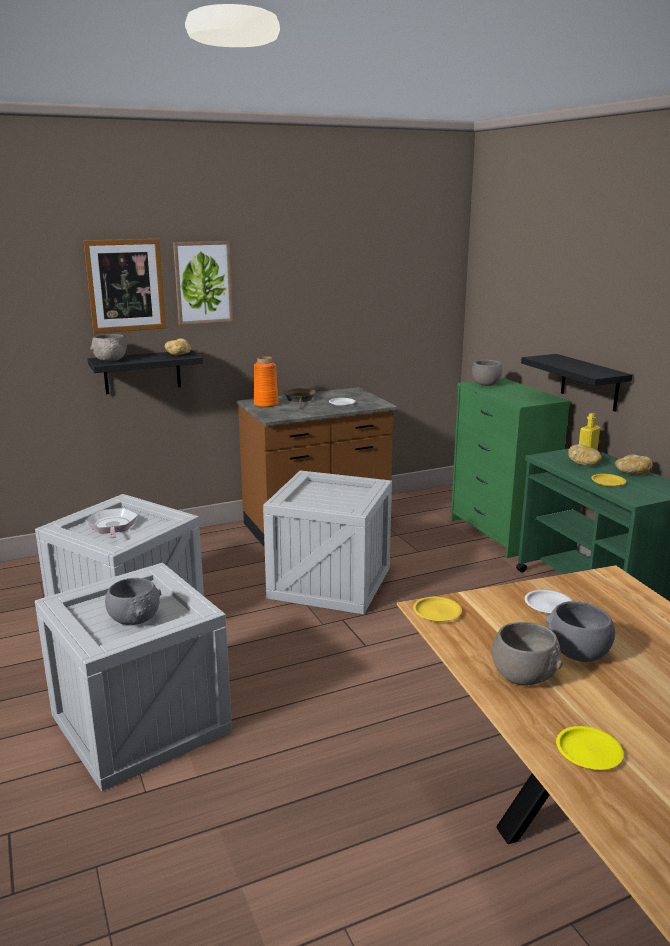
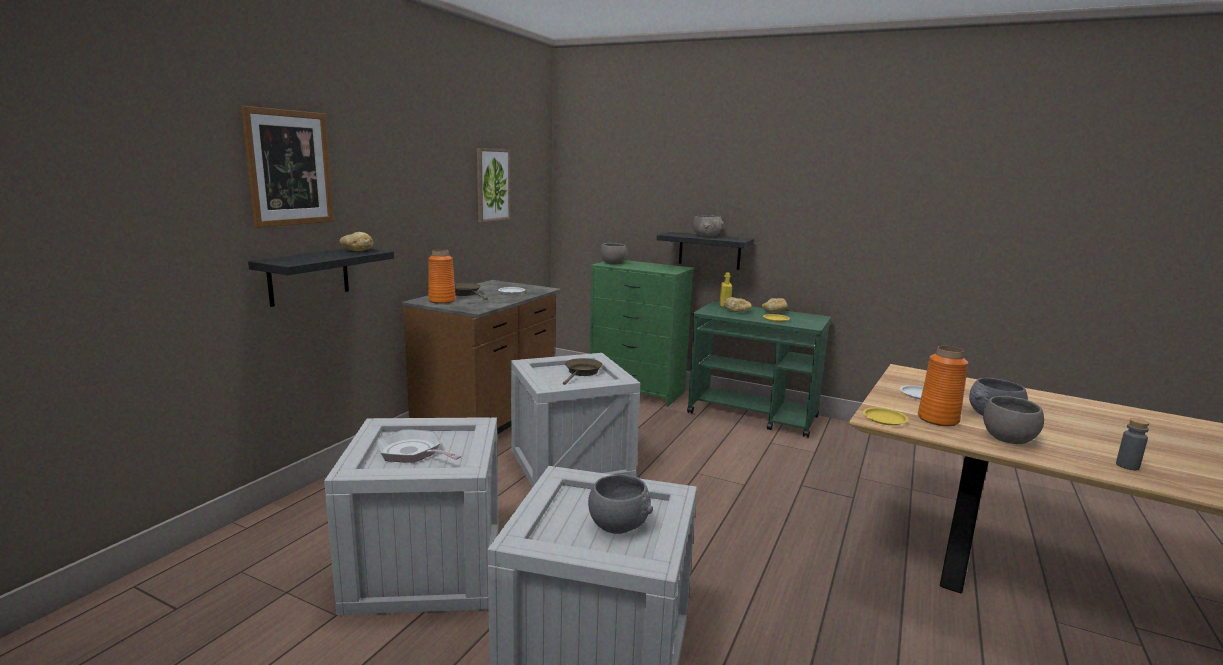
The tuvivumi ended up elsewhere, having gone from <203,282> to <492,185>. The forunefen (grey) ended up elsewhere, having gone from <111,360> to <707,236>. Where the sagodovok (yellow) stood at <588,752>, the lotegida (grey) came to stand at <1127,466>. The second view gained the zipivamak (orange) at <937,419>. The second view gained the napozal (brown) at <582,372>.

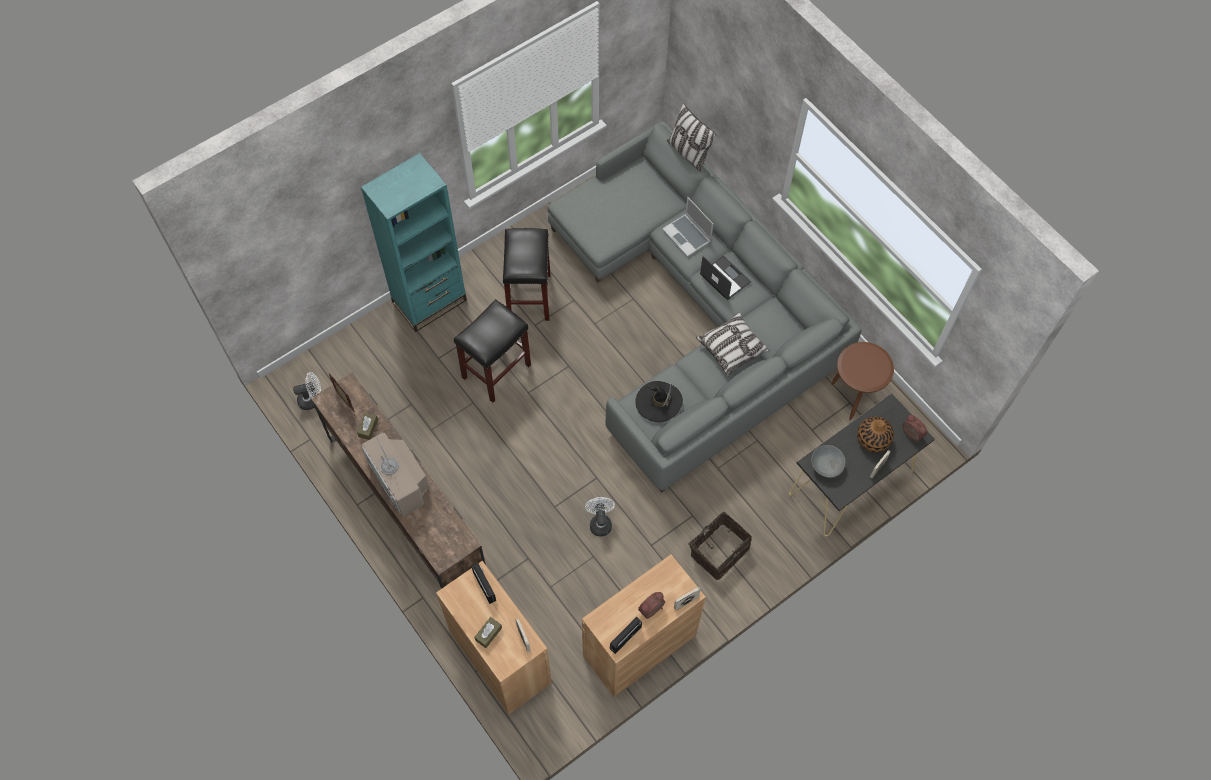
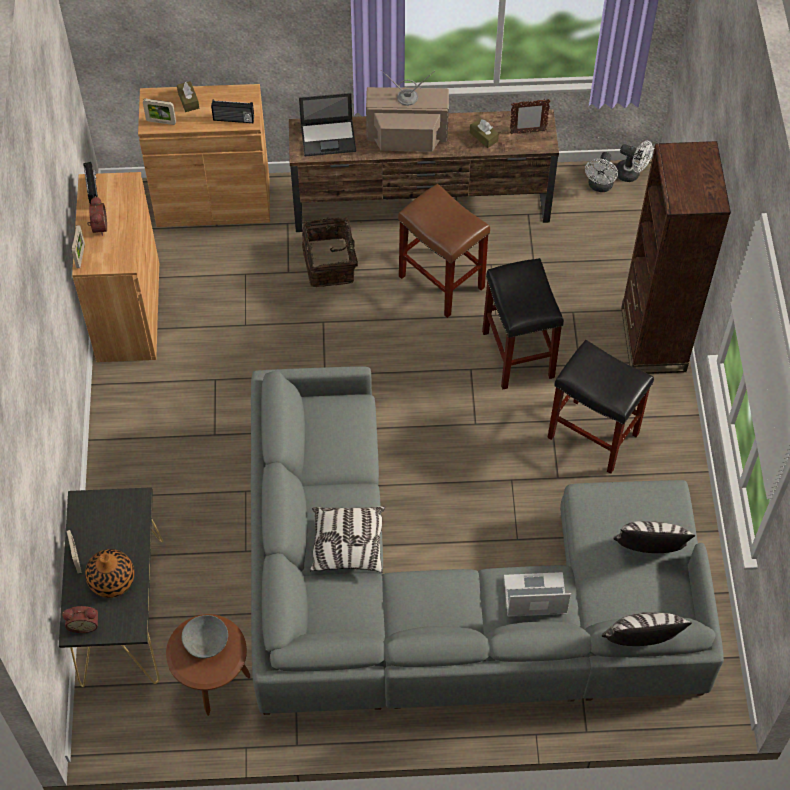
What was the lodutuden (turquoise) at <429,301> turned into the lodutuden (brown) at <653,339>. The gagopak ended up elsewhere, having gone from <724,278> to <329,138>. The second view lost the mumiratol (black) at <658,402>. The forunefen (grey) ended up elsewhere, having gone from <826,465> to <207,642>. The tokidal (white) ended up elsewhere, having gone from <600,522> to <631,174>. The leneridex ended up elsewhere, having gone from <718,550> to <330,263>. The second view gained the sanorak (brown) at <442,282>. The second view gained the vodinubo at <649,550>.

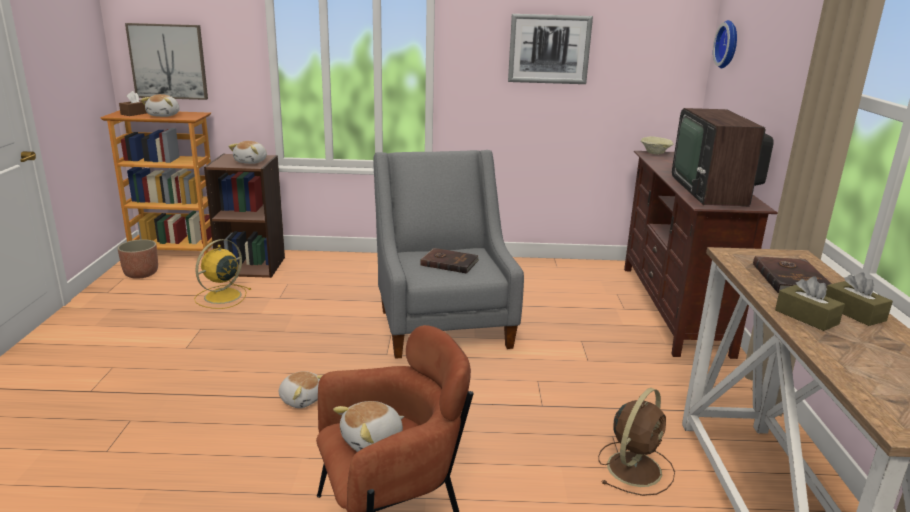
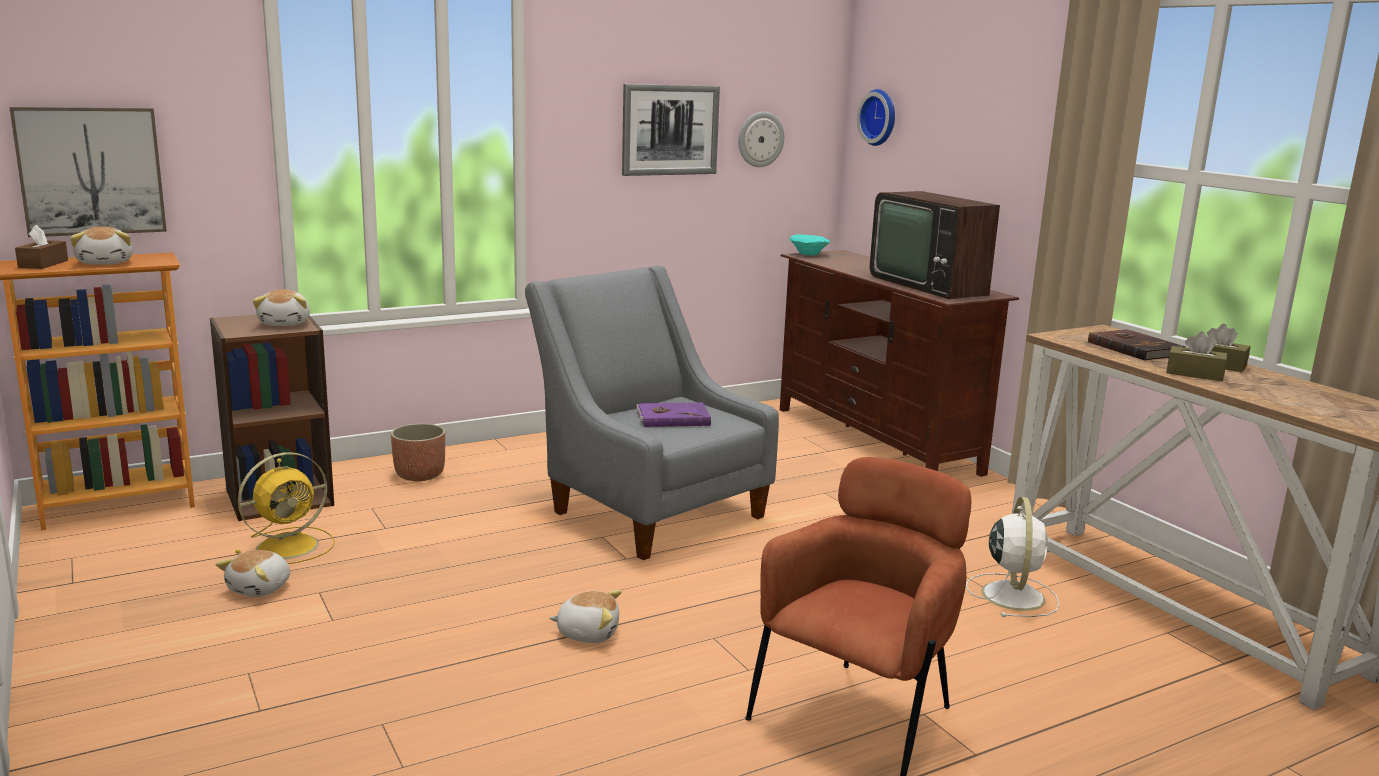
What was the forunefen (beige) at <655,153> turned into the forunefen (turquoise) at <809,254>. The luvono ended up elsewhere, having gone from <141,274> to <419,475>. The tokidal (yellow) at <221,297> ended up facing another way, 135 degrees counterclockwise from before. What was the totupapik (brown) at <449,262> turned into the totupapik (purple) at <672,418>. What was the tokidal (brown) at <635,467> turned into the tokidal (white) at <1012,594>. The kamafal ended up elsewhere, having gone from <373,441> to <260,588>. The second view gained the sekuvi at <760,139>.

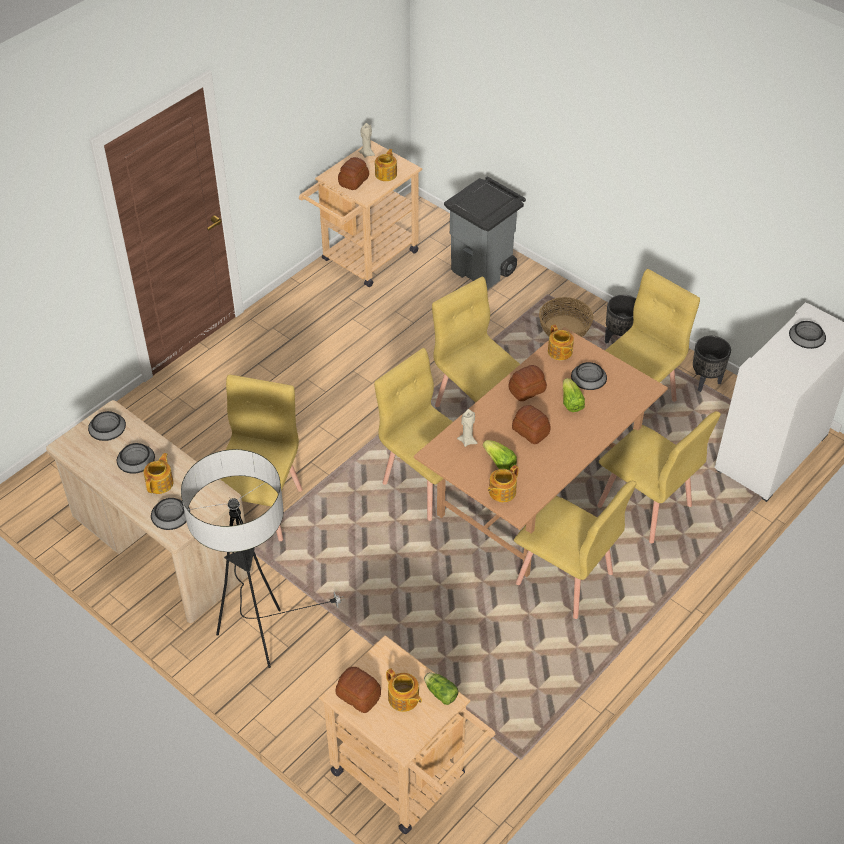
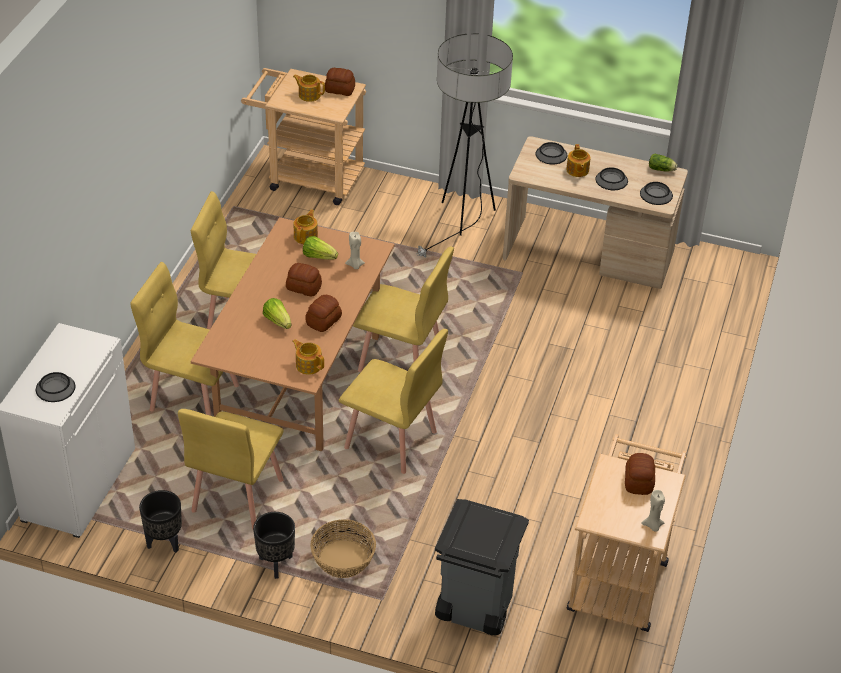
The second view lost the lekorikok at <386,174>. The second view lost the forunefen at <588,377>. The second view lost the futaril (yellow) at <261,508>. The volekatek ended up elsewhere, having gone from <439,692> to <662,169>.

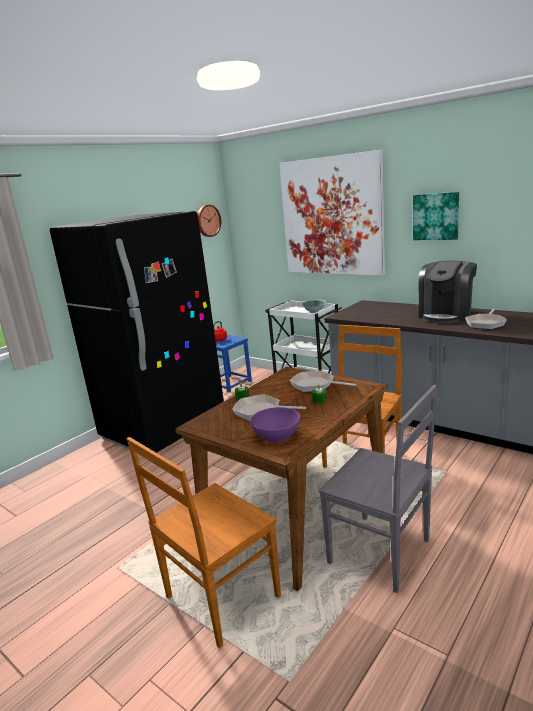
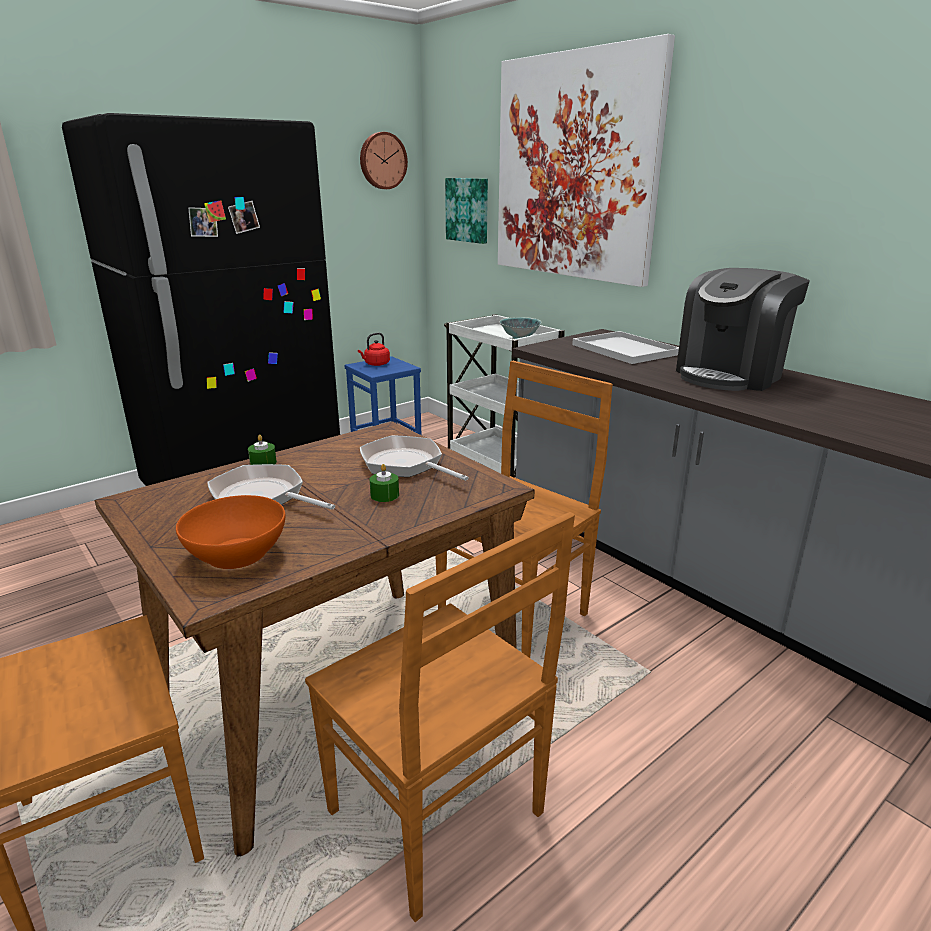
The tuvivumi ended up elsewhere, having gone from <436,216> to <468,210>. The second view lost the napozal at <486,323>. What was the futaril (grey) at <382,553> turned into the futaril (brown) at <439,817>. What was the forunefen (purple) at <277,435> turned into the forunefen (orange) at <237,553>. The second view gained the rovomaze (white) at <623,349>.

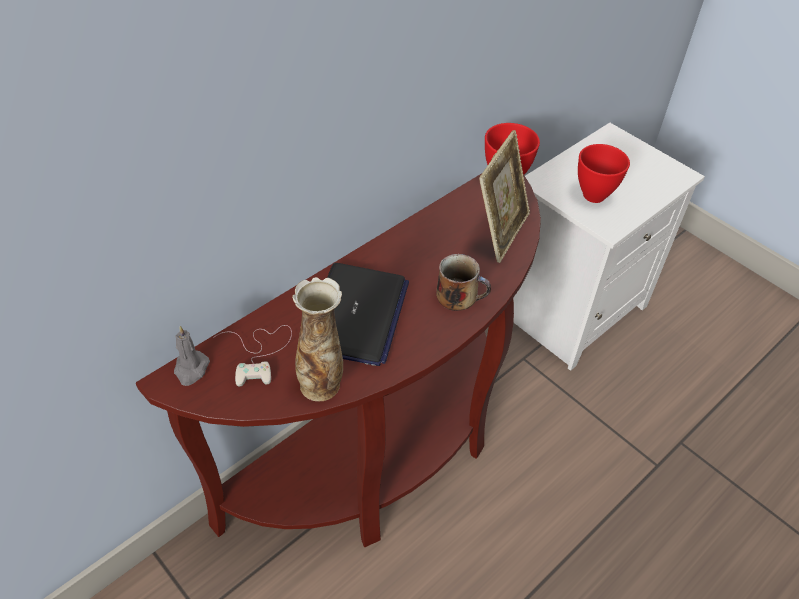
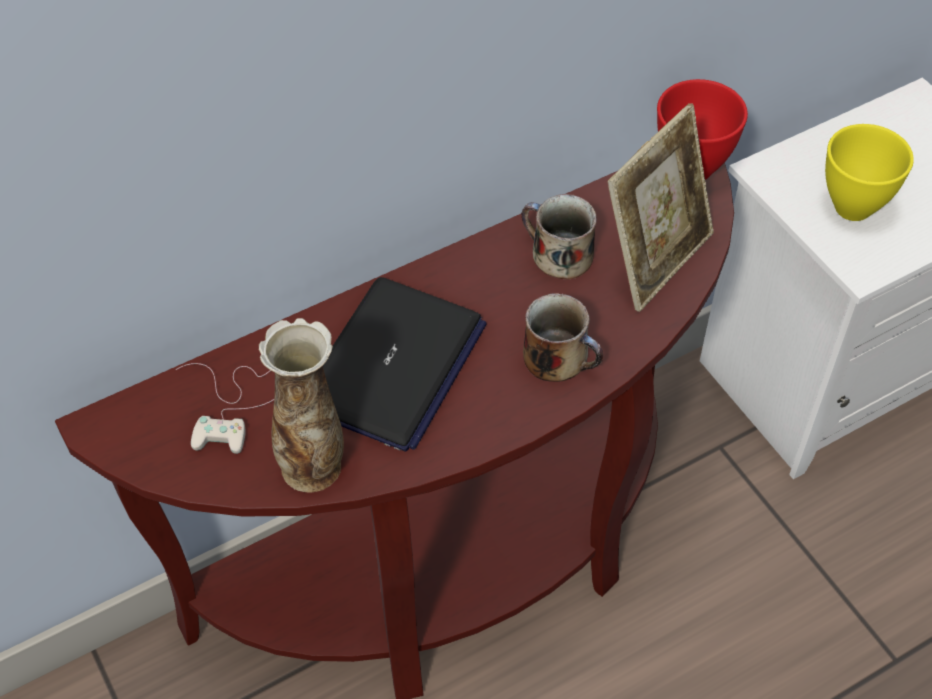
What was the forunefen (red) at <595,195> turned into the forunefen (yellow) at <855,207>. The second view lost the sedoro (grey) at <191,369>. The second view gained the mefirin at <558,254>.

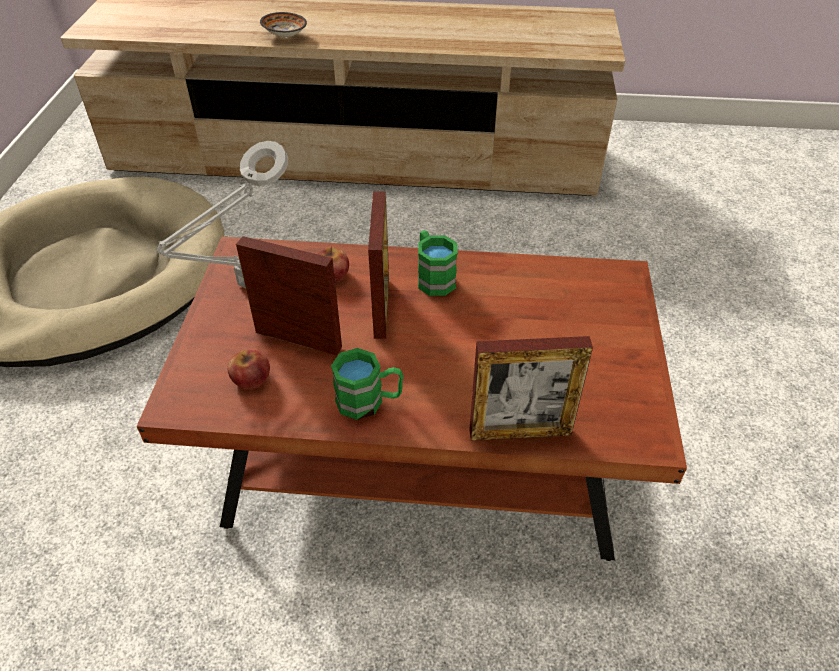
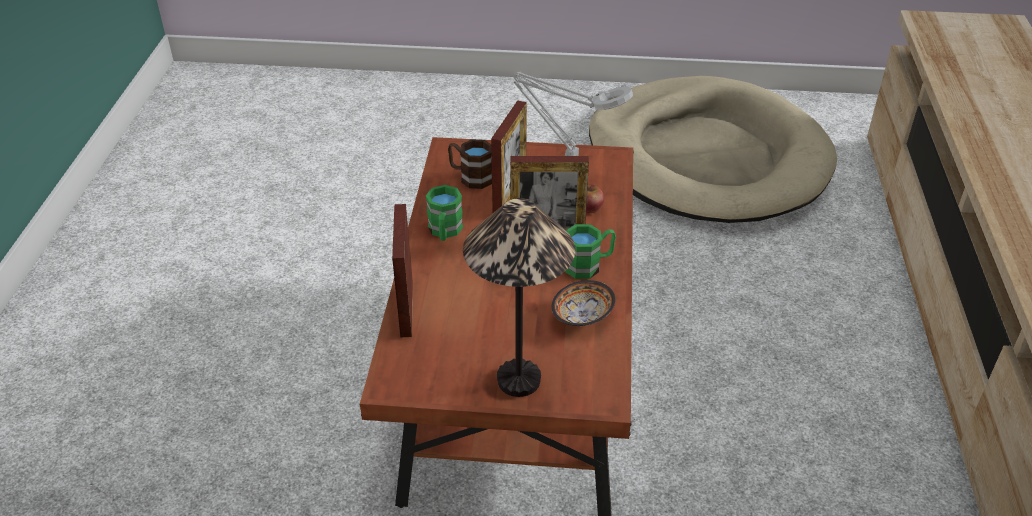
The forunefen ended up elsewhere, having gone from <285,35> to <584,316>. Where the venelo stood at <251,378>, the mefirin (brown) came to stand at <470,177>. The second view gained the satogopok at <518,379>.

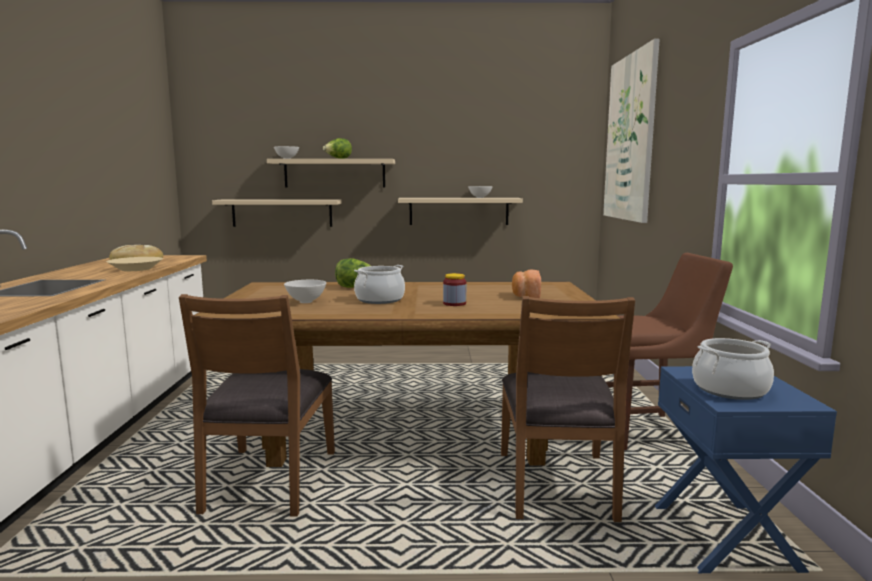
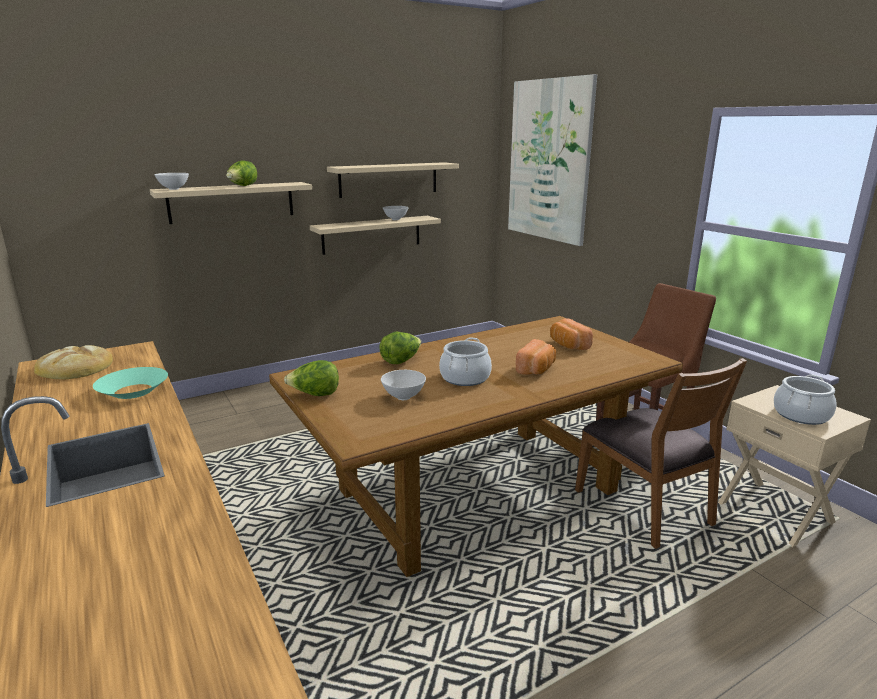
The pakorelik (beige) ended up elsewhere, having gone from <282,213> to <389,179>. What was the forunefen (beige) at <135,269> turned into the forunefen (turquoise) at <133,391>. Where the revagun stood at <454,303>, the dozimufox came to stand at <537,369>. The second view lost the futaril (brown) at <268,481>. What was the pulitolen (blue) at <726,537> turned into the pulitolen (beige) at <775,512>. The second view gained the volekatek at <315,395>.

